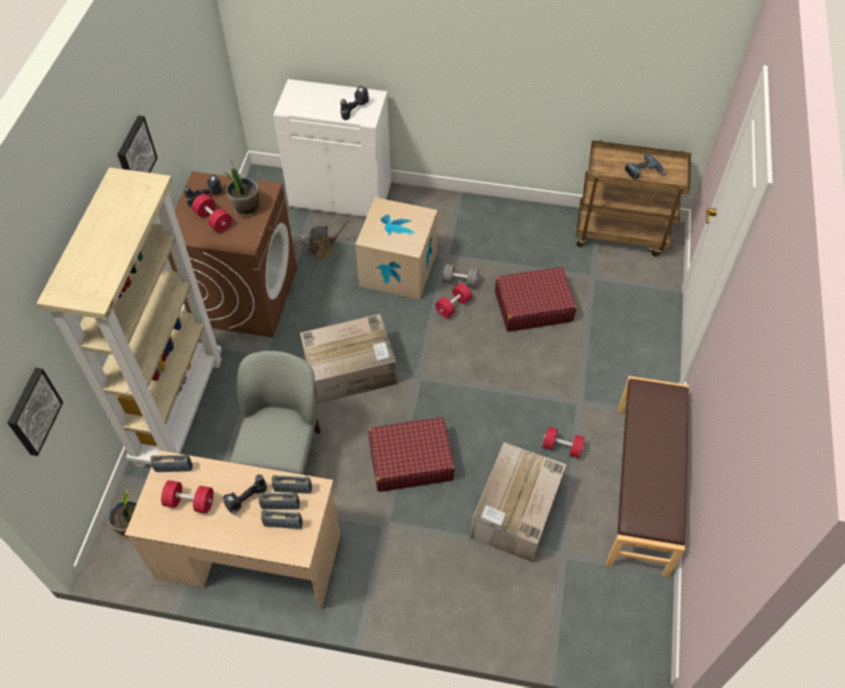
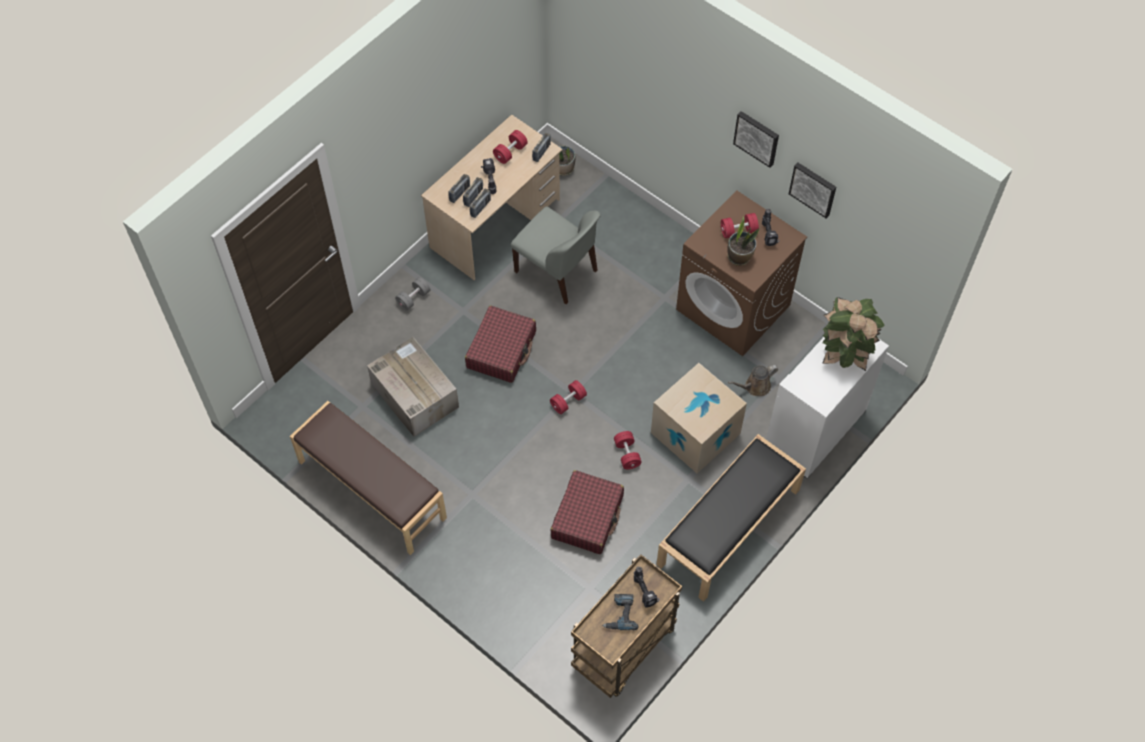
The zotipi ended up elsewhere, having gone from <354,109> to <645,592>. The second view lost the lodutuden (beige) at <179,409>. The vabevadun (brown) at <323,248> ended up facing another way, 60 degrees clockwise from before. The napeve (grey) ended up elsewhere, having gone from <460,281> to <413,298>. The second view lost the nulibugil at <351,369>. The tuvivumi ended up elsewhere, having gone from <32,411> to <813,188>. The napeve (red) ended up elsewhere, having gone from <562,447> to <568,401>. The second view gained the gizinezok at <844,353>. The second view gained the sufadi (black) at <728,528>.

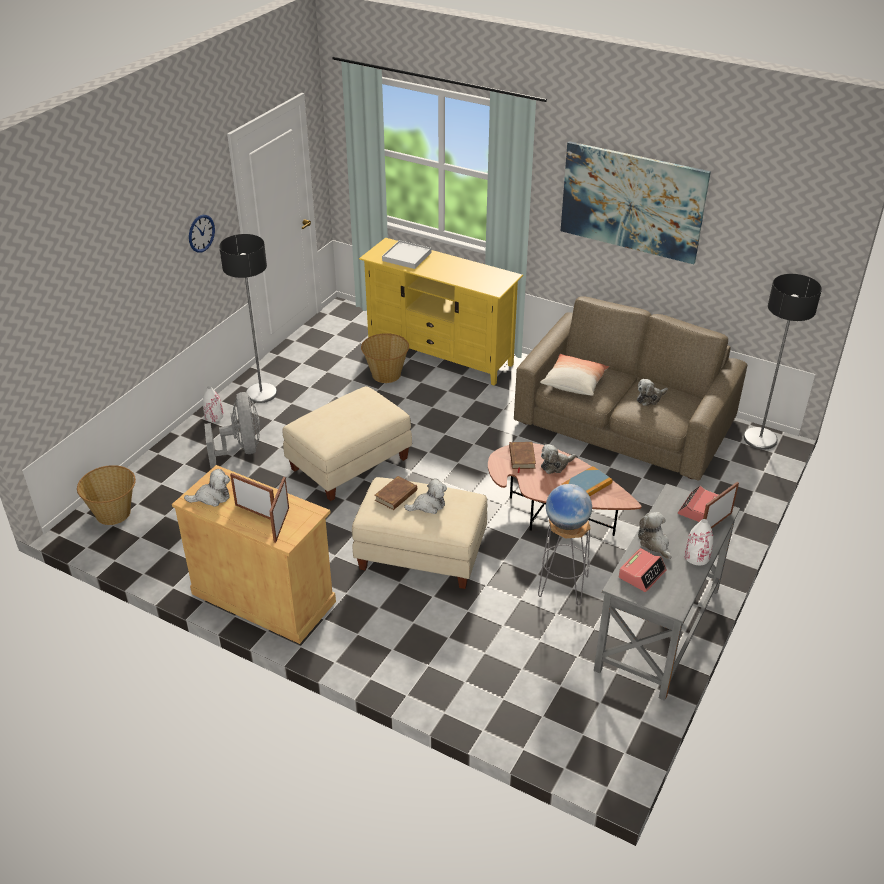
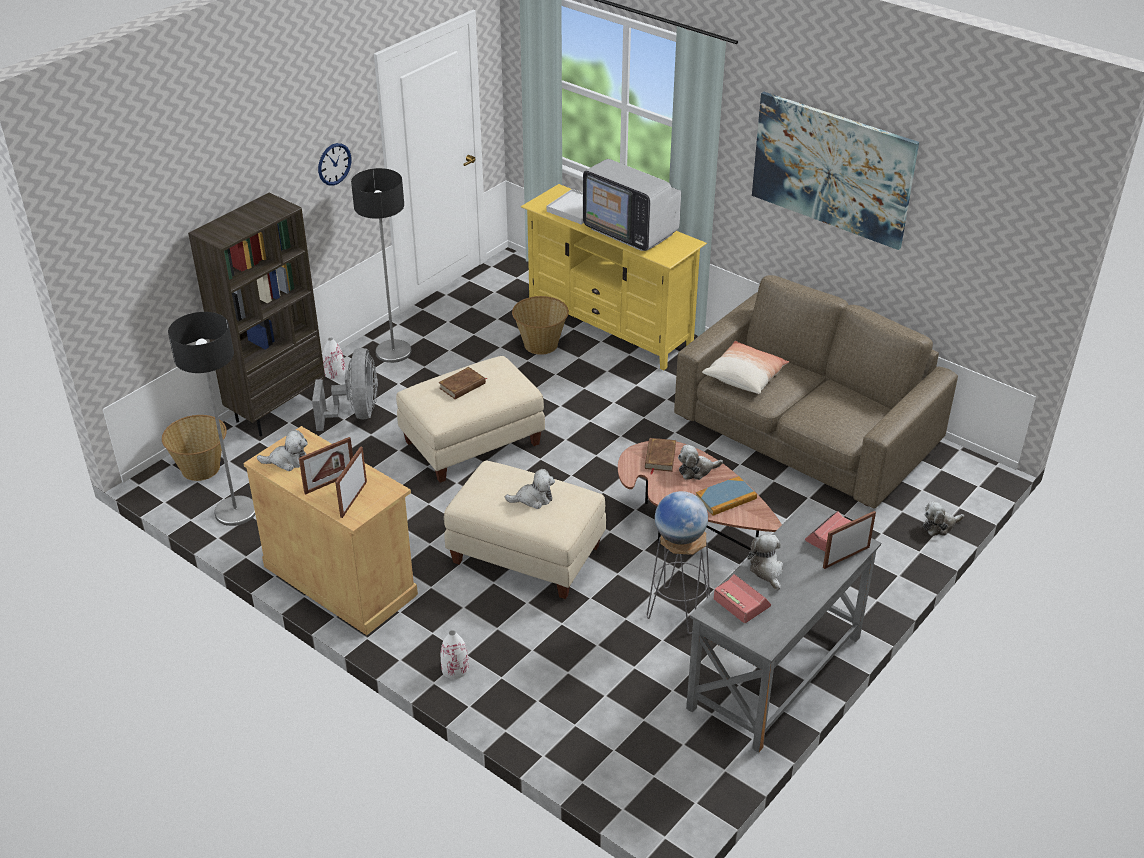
The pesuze ended up elsewhere, having gone from <760,439> to <236,511>. The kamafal ended up elsewhere, having gone from <650,399> to <939,526>. The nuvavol at <256,512> ended up facing another way, 105 degrees clockwise from before. The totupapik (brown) ended up elsewhere, having gone from <396,495> to <462,386>. The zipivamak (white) ended up elsewhere, having gone from <697,556> to <455,668>. The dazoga at <642,574> ended up facing another way, 90 degrees counterclockwise from before. The second view gained the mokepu at <630,231>. The second view gained the lodutuden (brown) at <277,409>.

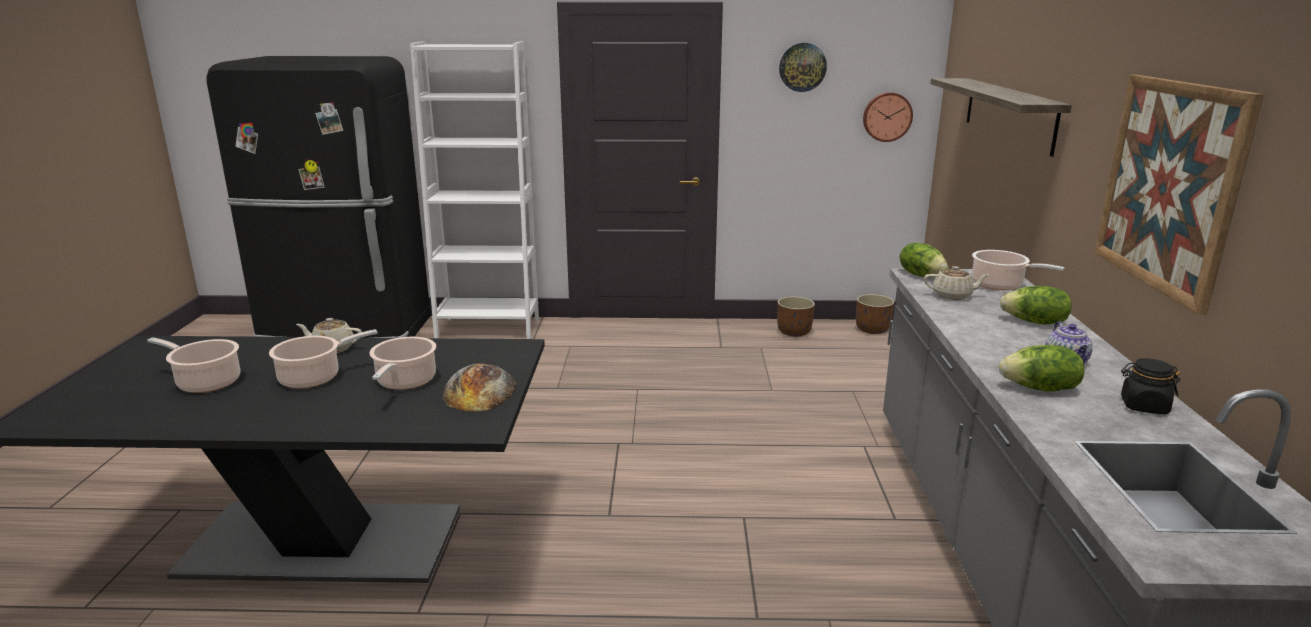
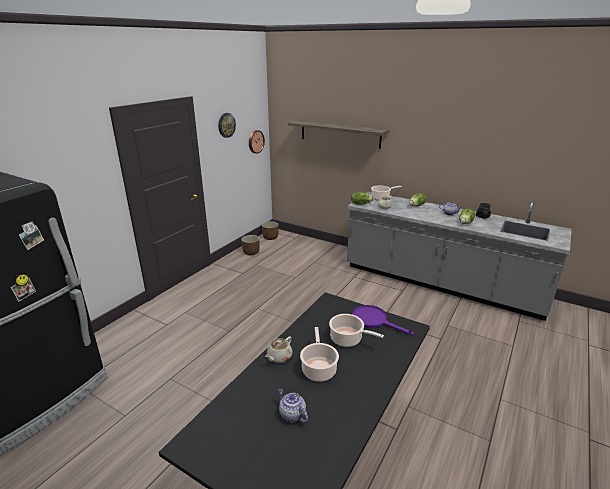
The second view lost the lodutuden (white) at <488,328>. The second view lost the tuvivumi at <1169,186>. Where the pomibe stood at <206,382>, the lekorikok came to stand at <291,414>. Where the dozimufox stood at <480,391>, the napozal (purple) came to stand at <374,320>.

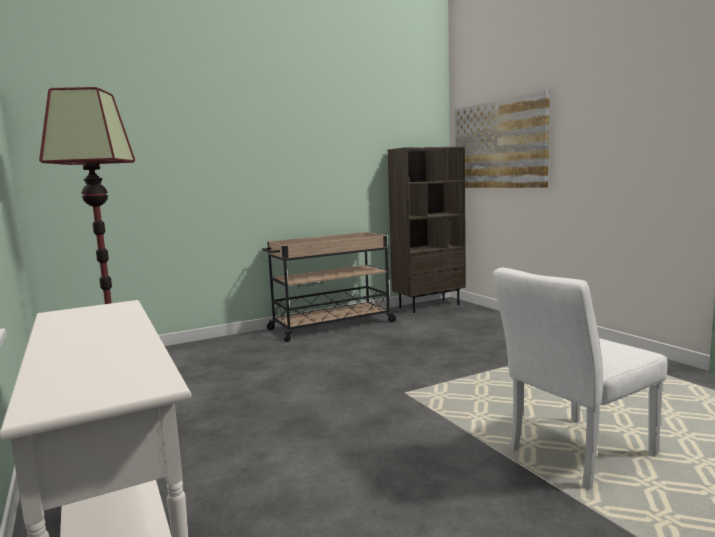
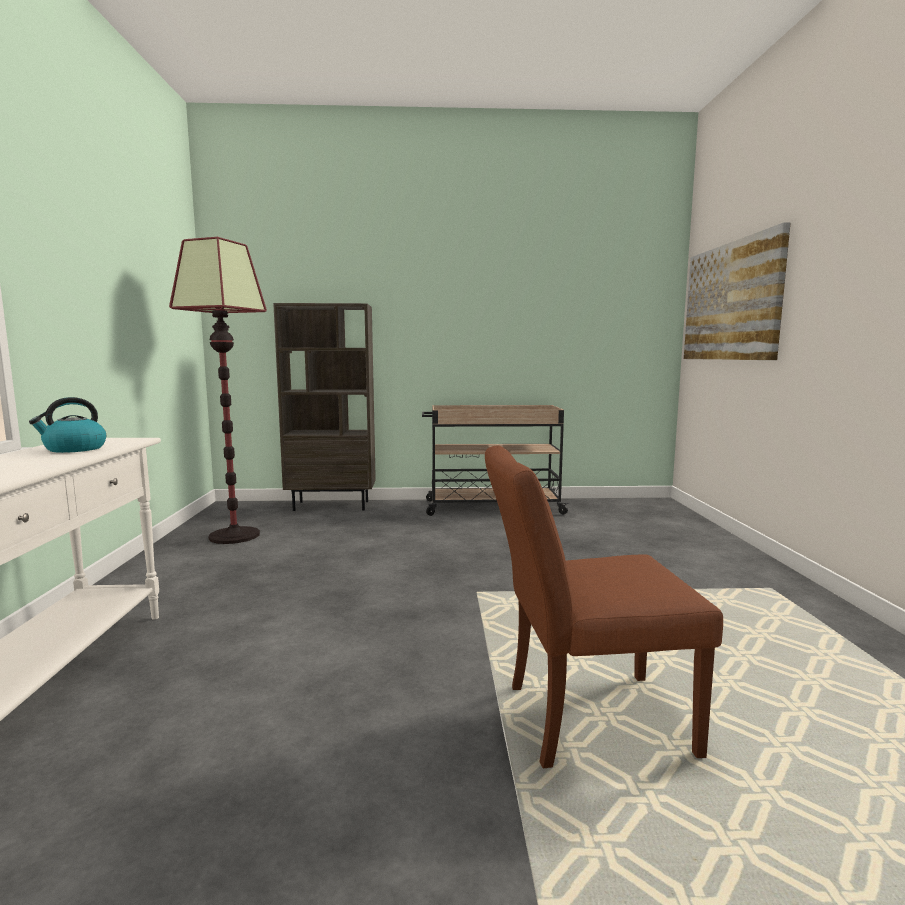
The lodutuden (brown) ended up elsewhere, having gone from <429,306> to <332,505>. What was the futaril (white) at <573,455> turned into the futaril (brown) at <582,719>. The second view gained the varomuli at <74,449>.

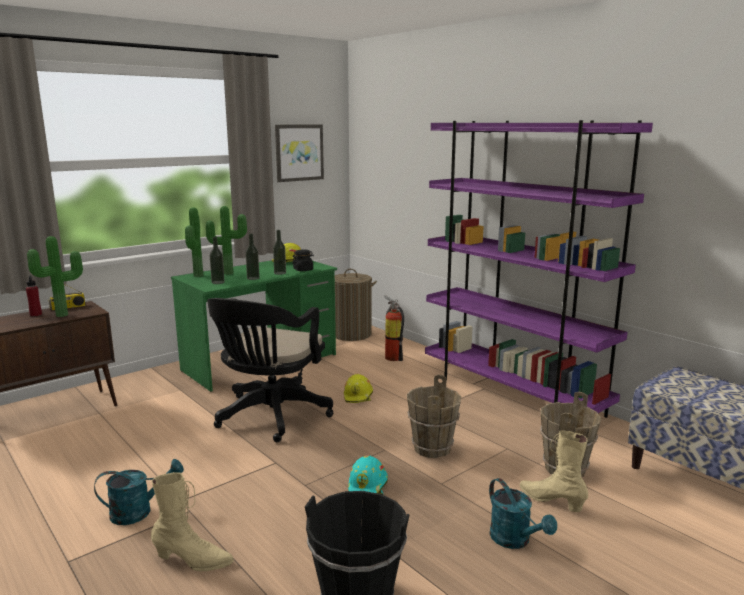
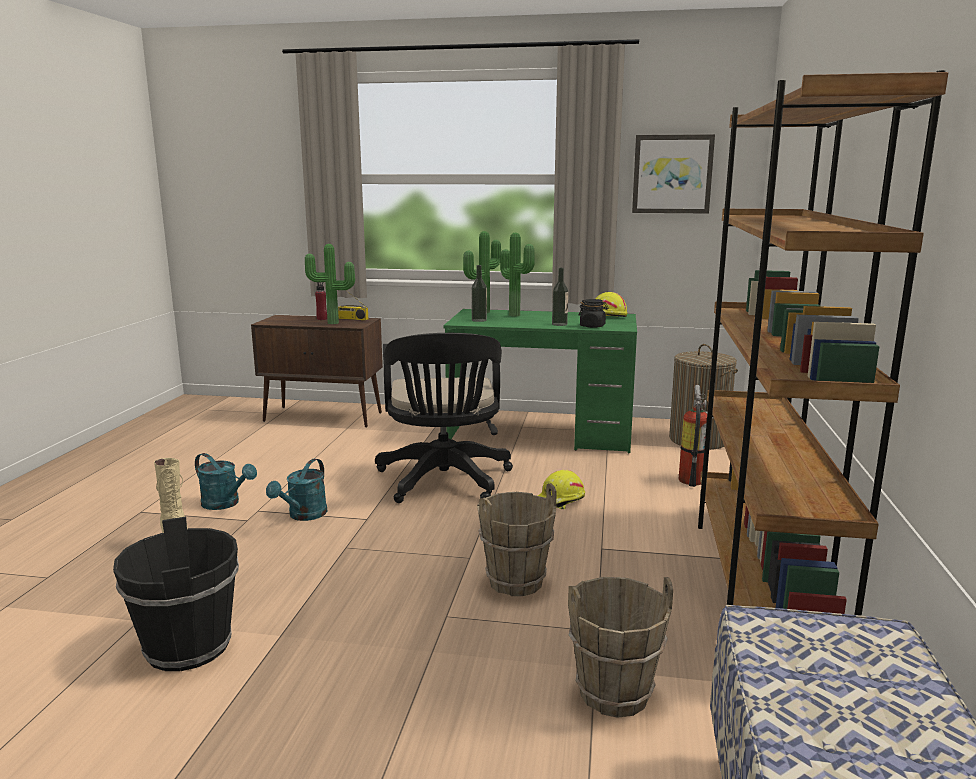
What was the lodutuden (purple) at <512,394> turned into the lodutuden (brown) at <758,583>. The second view lost the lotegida at <253,278>. The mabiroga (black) at <270,417> ended up facing another way, 75 degrees counterclockwise from before. The second view lost the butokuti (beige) at <551,501>. The second view lost the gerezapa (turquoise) at <368,486>. The vabevadun (turquoise) ended up elsewhere, having gone from <515,540> to <303,516>.

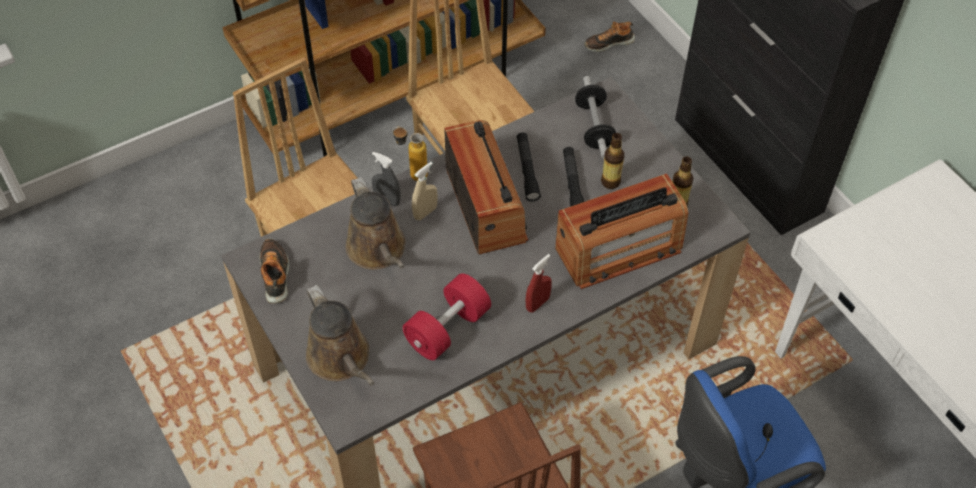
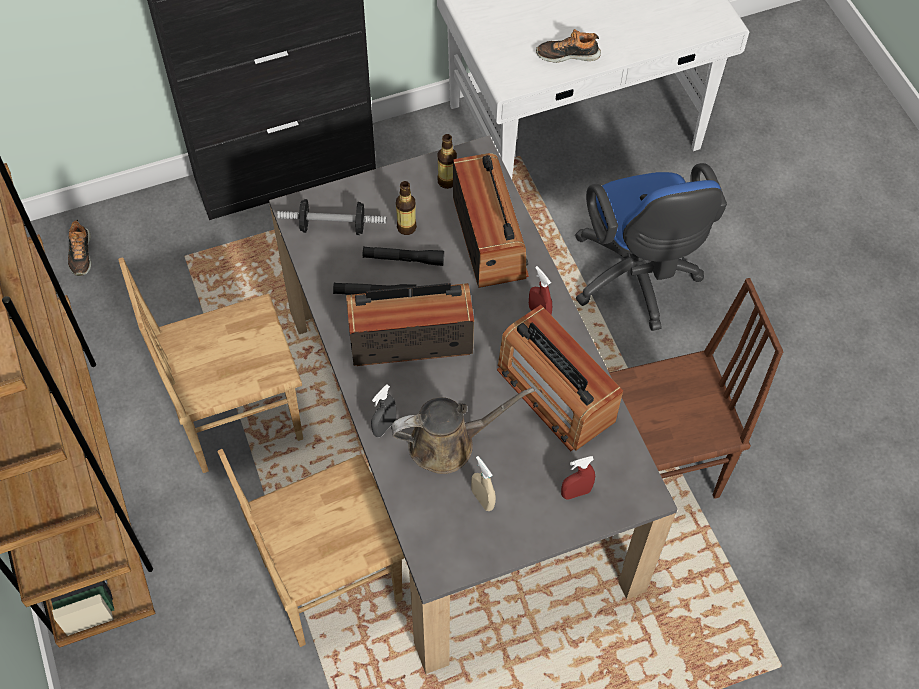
The second view lost the lotegida at <411,174>. The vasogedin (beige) ended up elsewhere, having gone from <425,212> to <482,499>. The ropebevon ended up elsewhere, having gone from <275,274> to <567,54>. Where the napeve (red) stood at <447,328>, the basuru came to stand at <555,394>. Where the vabevadun (brown) stood at <341,359>, the vasogedin (red) came to stand at <576,493>.

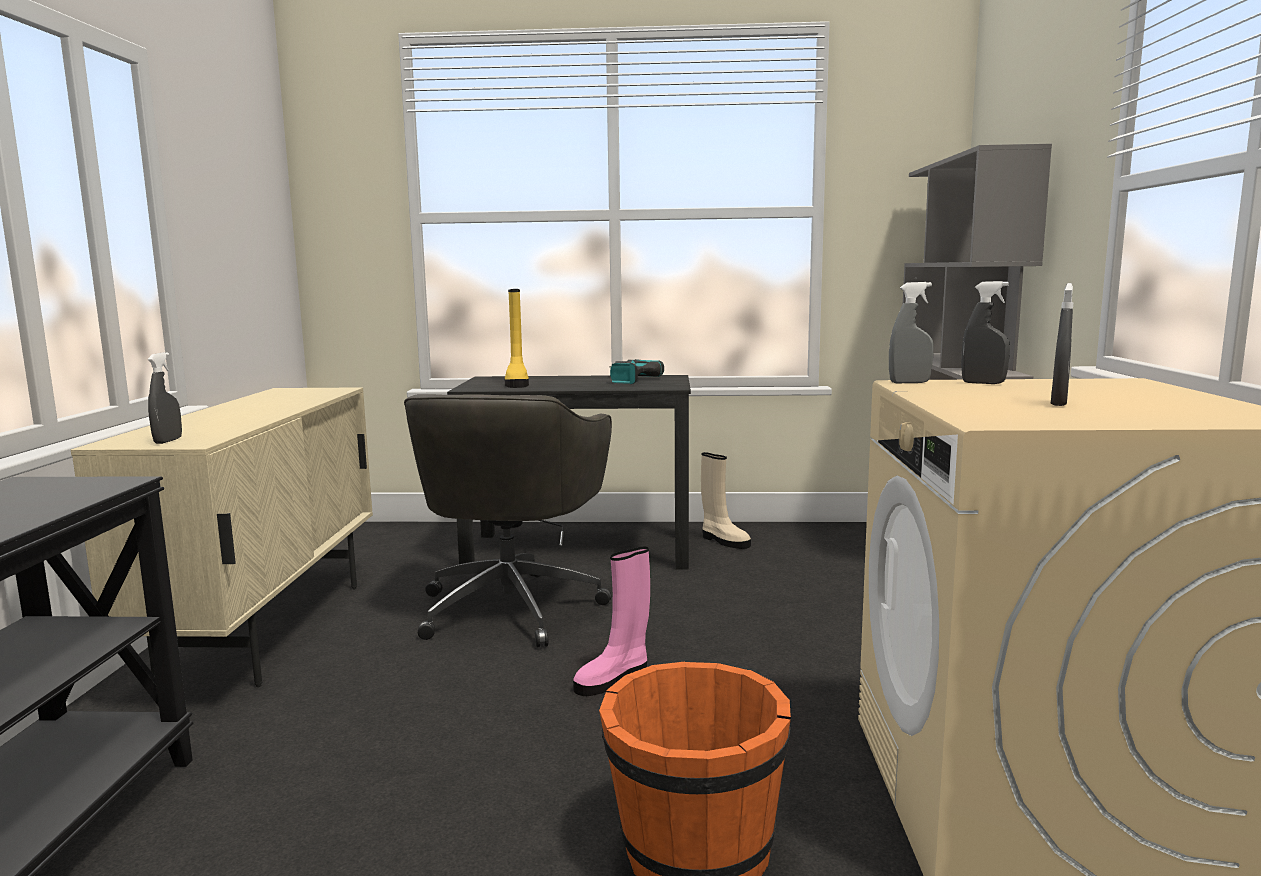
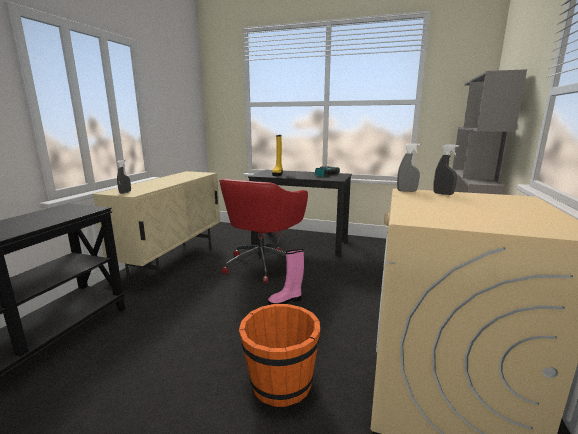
The second view lost the vasogedin (grey) at <1058,403>. What was the mabiroga (grey) at <512,606> turned into the mabiroga (red) at <263,264>. The second view lost the butokuti (beige) at <724,541>.

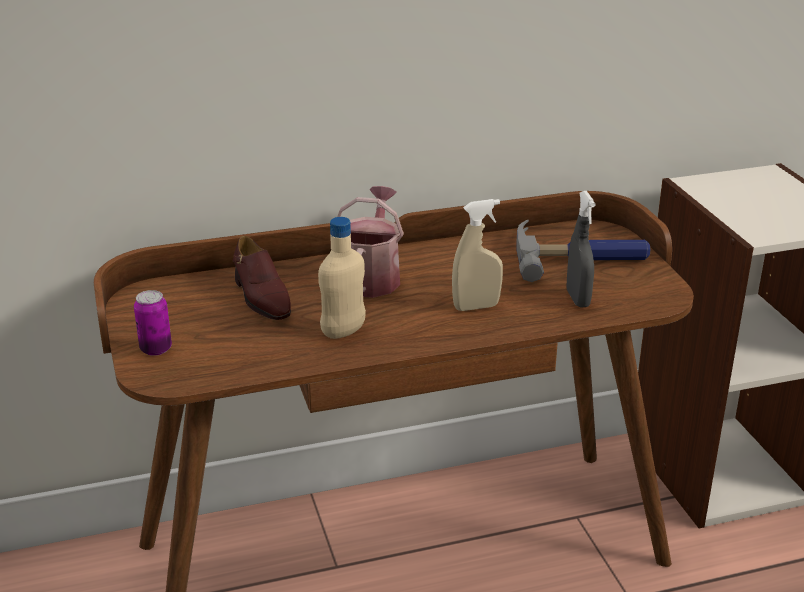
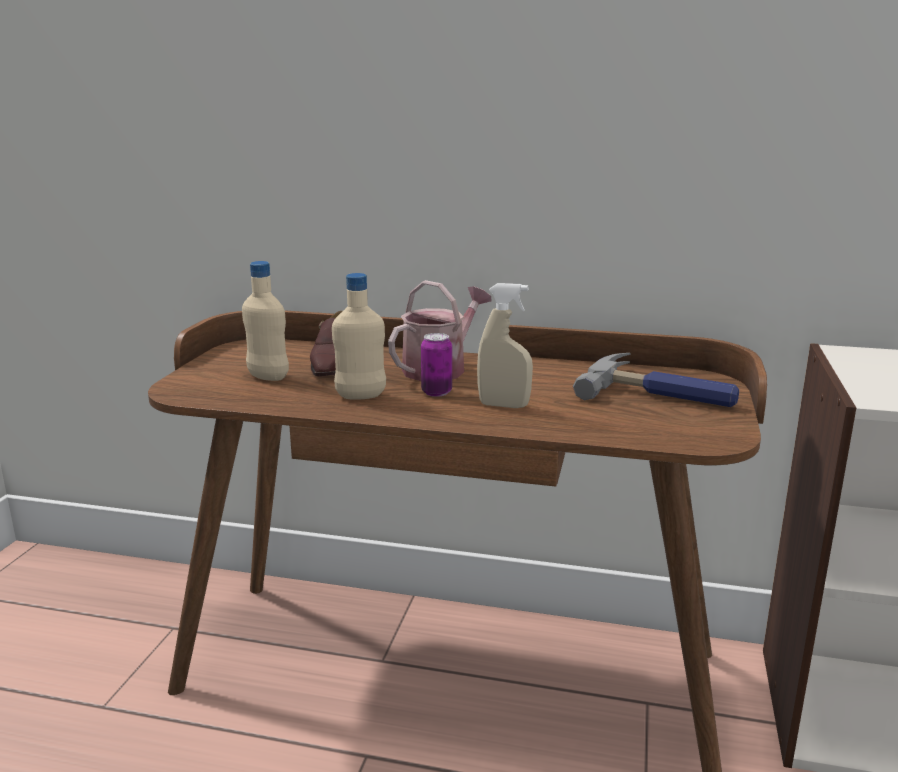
The second view lost the vasogedin (grey) at <578,299>. The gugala ended up elsewhere, having gone from <156,349> to <436,392>. The second view gained the lotegida (beige) at <268,377>.

